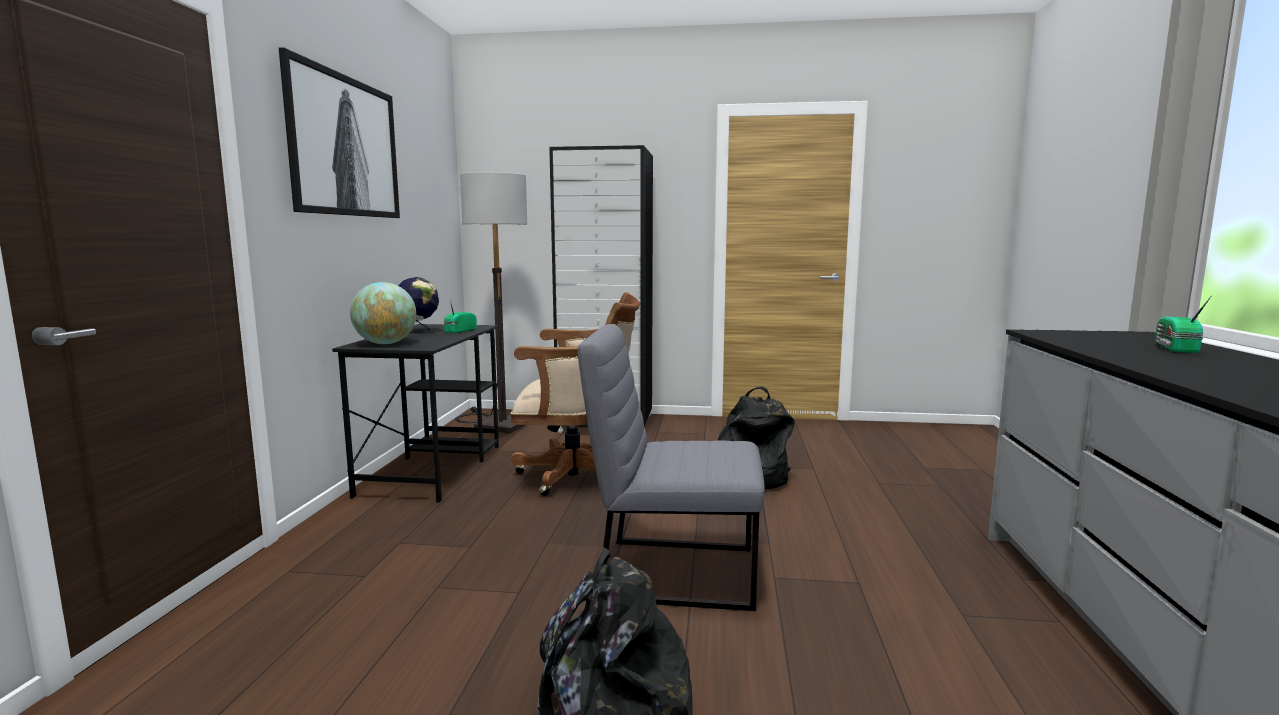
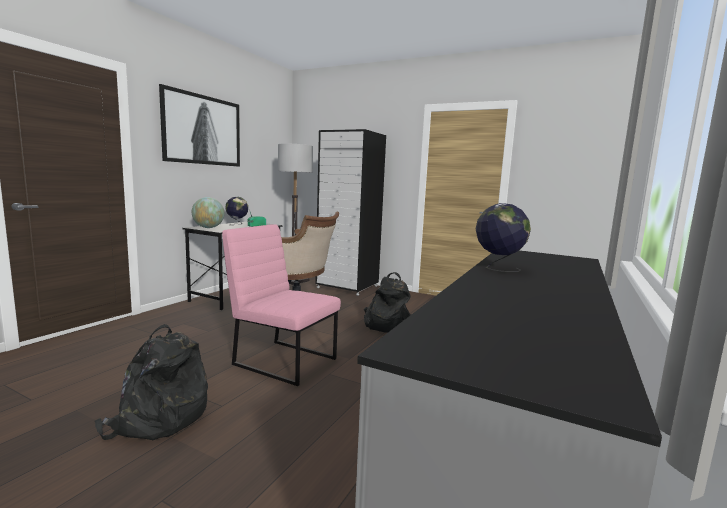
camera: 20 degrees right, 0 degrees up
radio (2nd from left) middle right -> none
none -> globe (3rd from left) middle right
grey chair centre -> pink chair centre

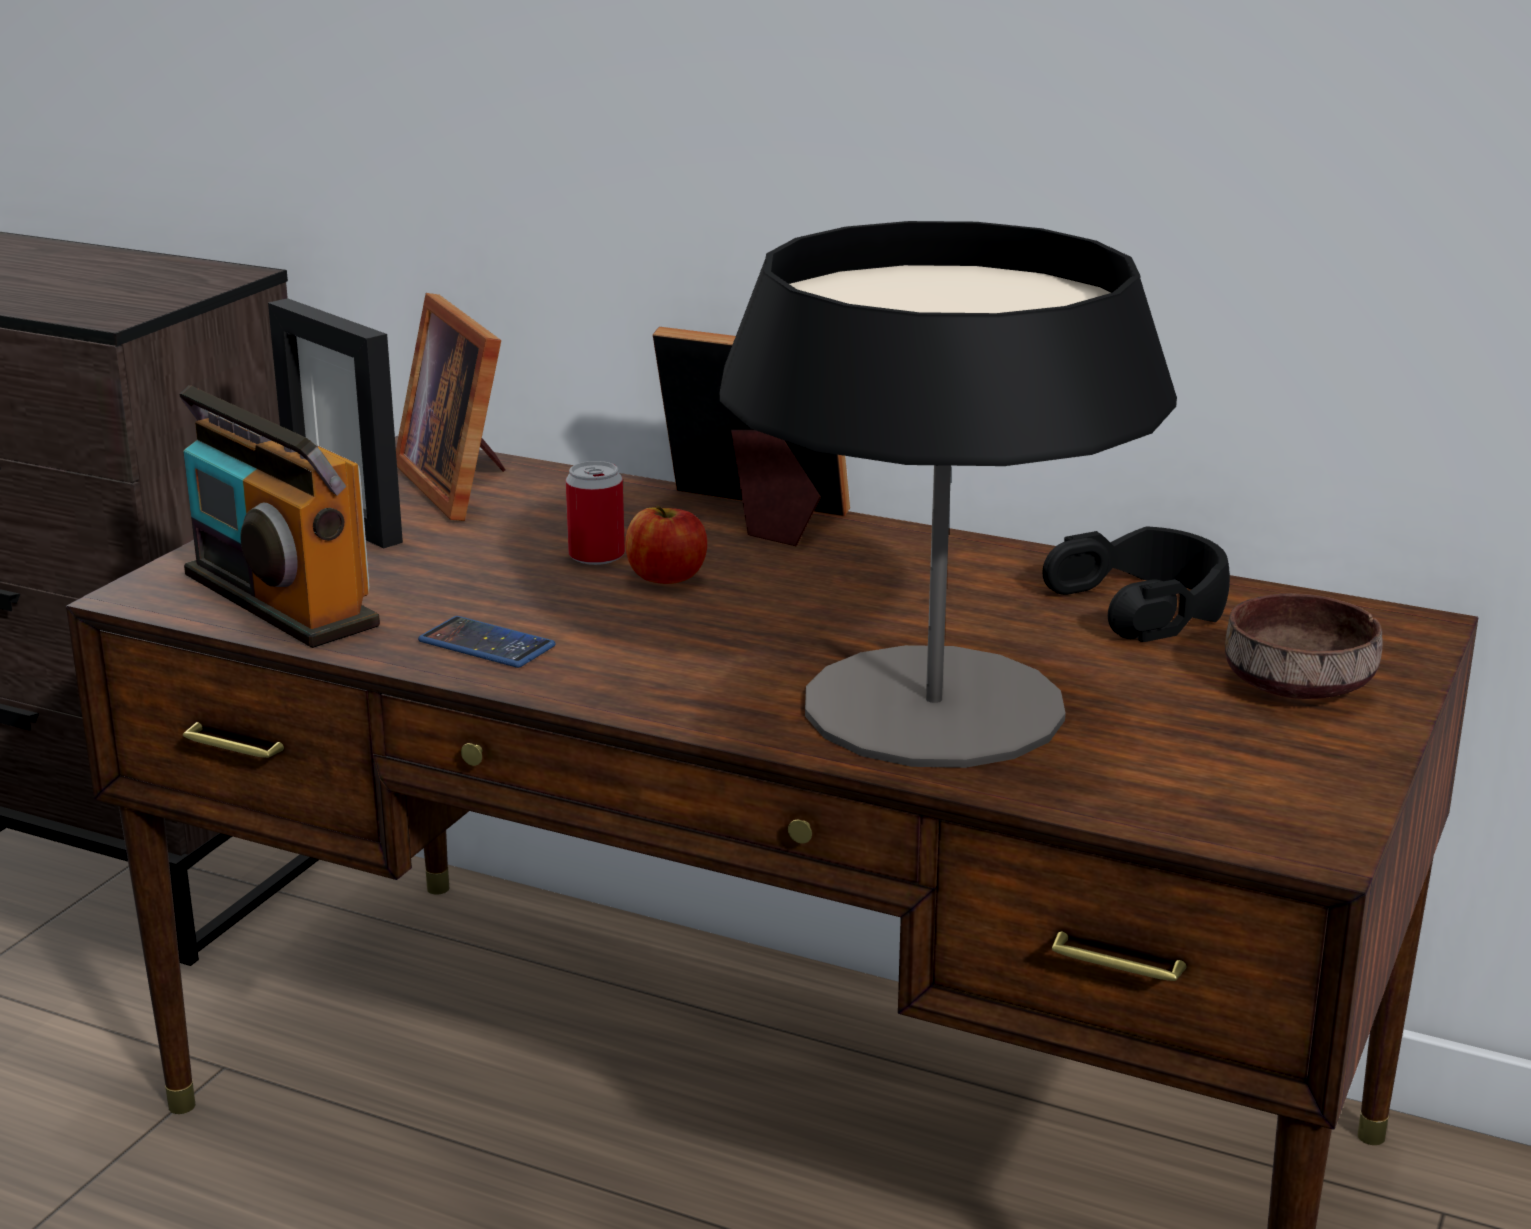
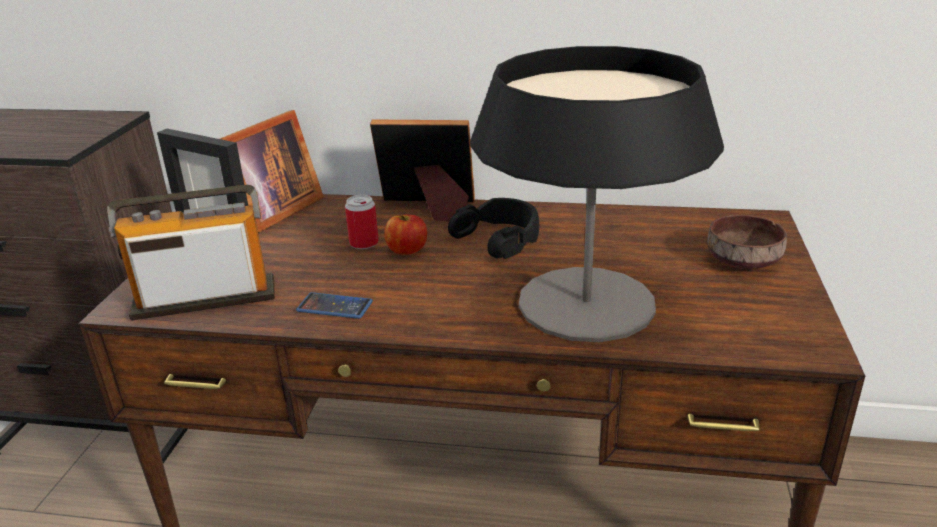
camera: 15 degrees left, 5 degrees up
black headphones middle right -> black headphones centre, move
radio middle left, 135 degrees clockwise
picture frame (2nd from left) top left, 105 degrees counterclockwise

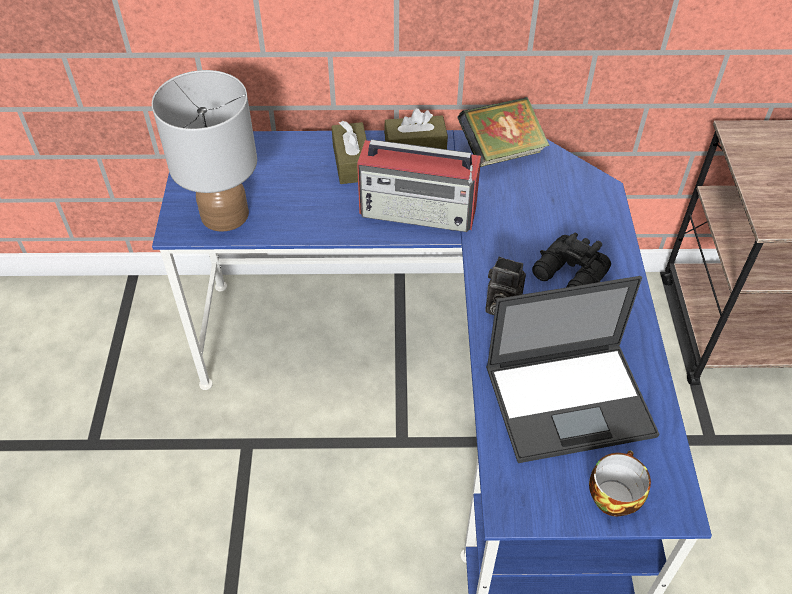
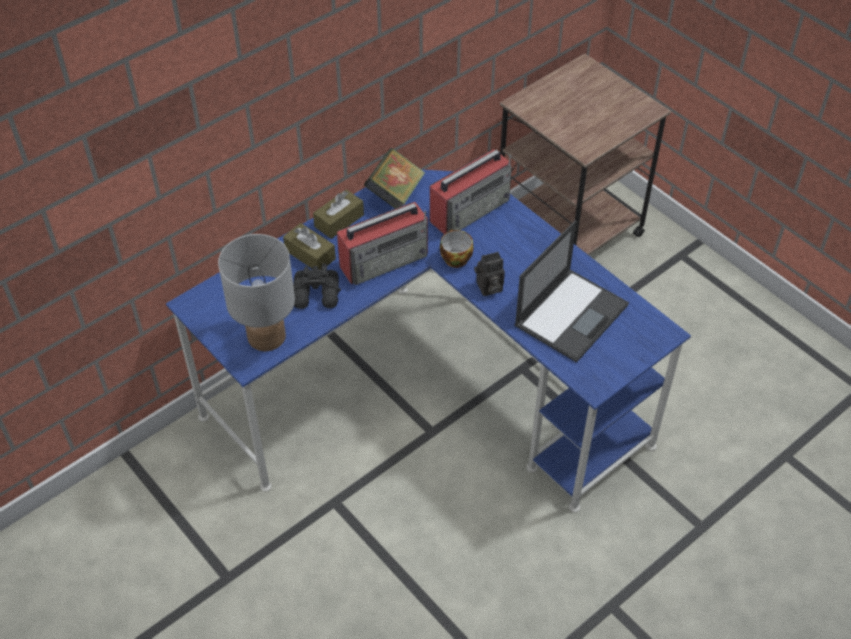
camera: 40 degrees left, 0 degrees up
none -> radio (2nd from left) top centre
black binoculars middle right -> black binoculars centre, move
cup bottom right -> cup centre, move

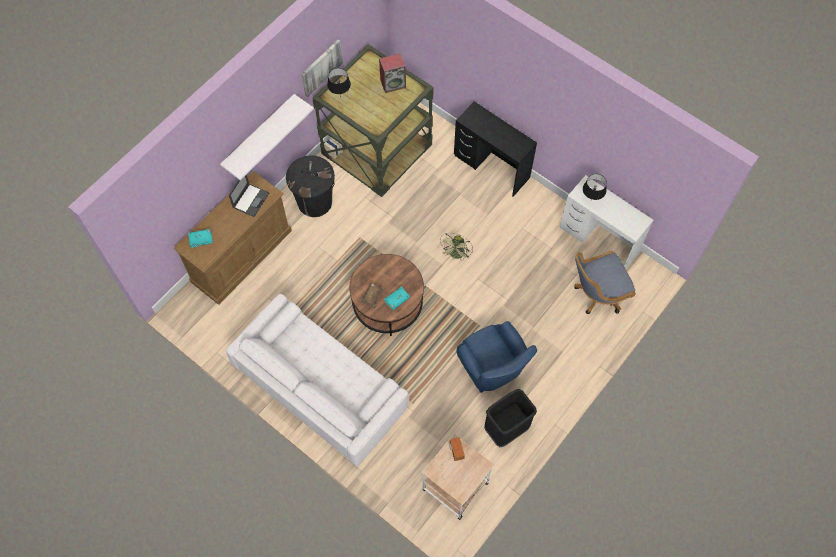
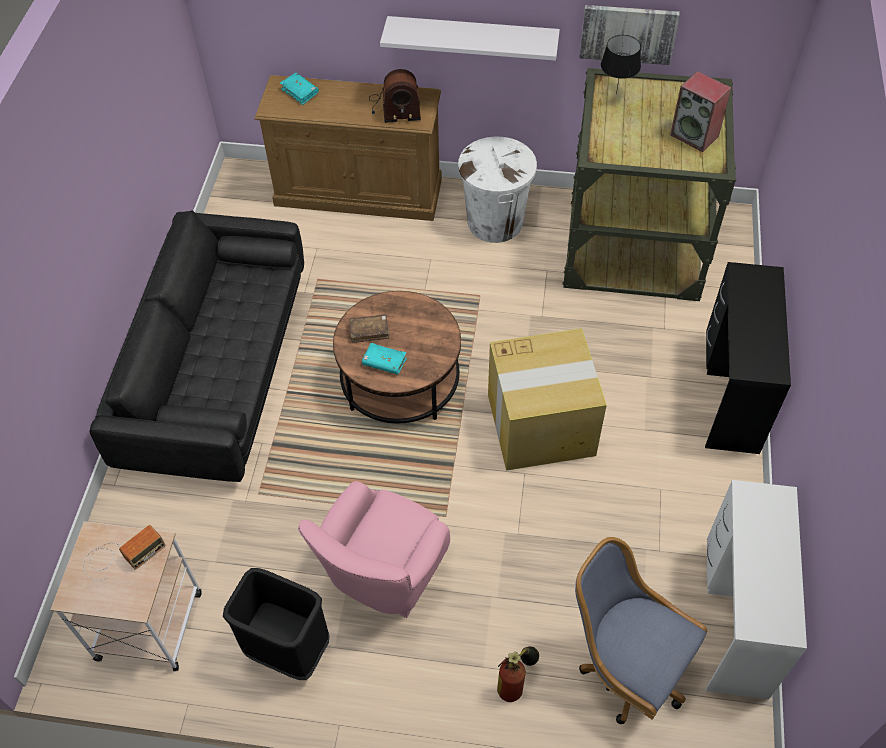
camera: 60 degrees right, 10 degrees down
black table lamp (2nd from left) middle right -> none
none -> fire extinguisher bottom centre
laptop middle left -> radio (2nd from left) top centre
green fan centre -> cardboard box centre
white sofa bottom centre -> black sofa middle left
black trash can (1st from left) centre -> white trash can top centre
blue armchair centre -> pink armchair bottom centre

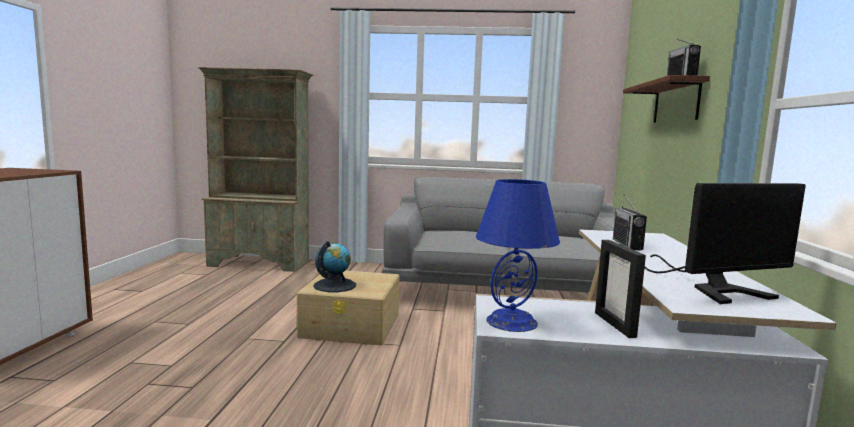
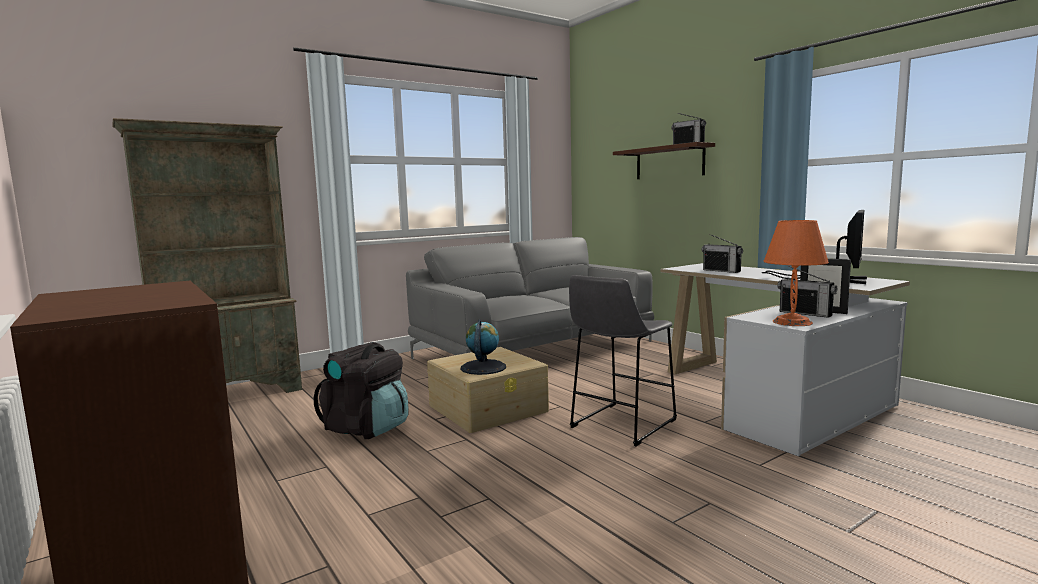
camera: 40 degrees left, 0 degrees up
none -> black backpack bottom centre
none -> grey stool centre
none -> radio (3rd from left) middle right
blue table lamp centre -> orange table lamp middle right

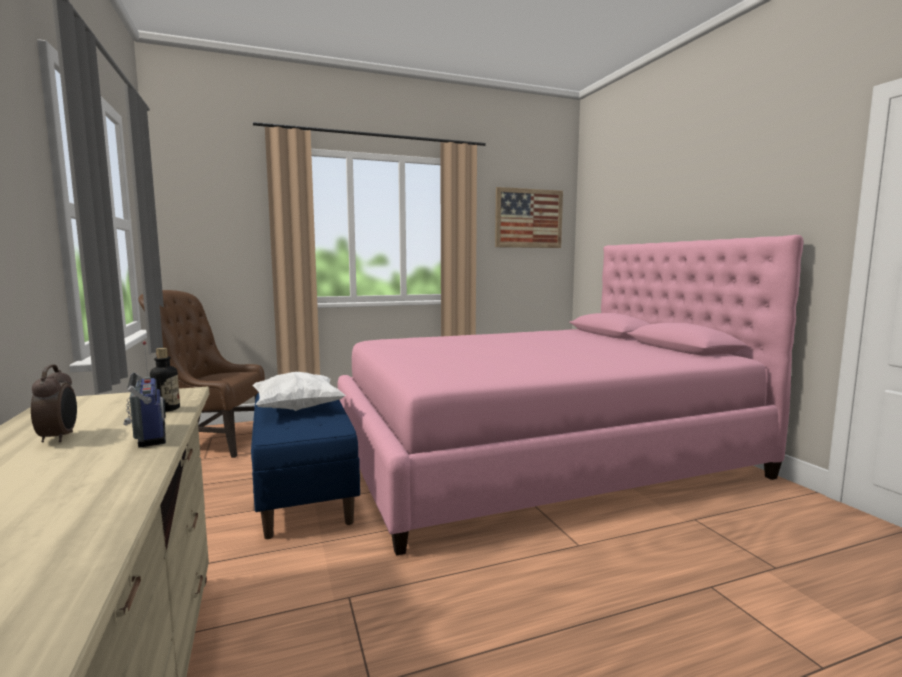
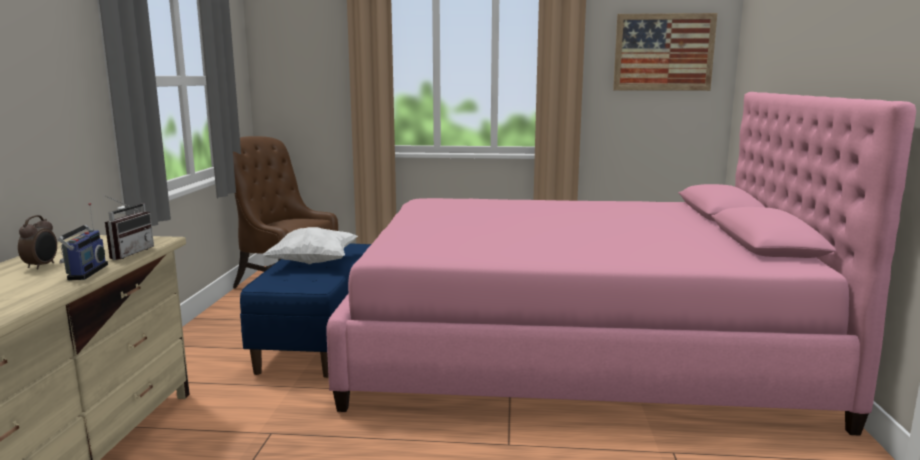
camera: 25 degrees right, 5 degrees up
bottle middle left -> radio (2nd from left) middle left

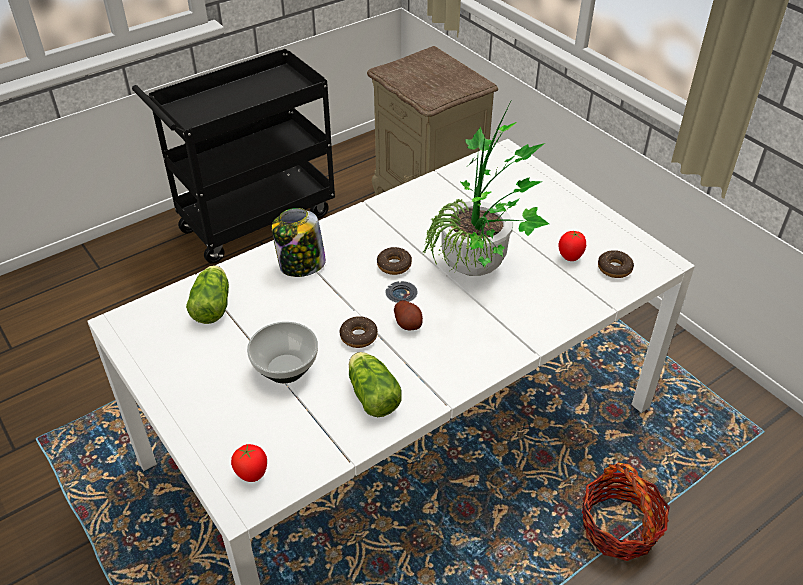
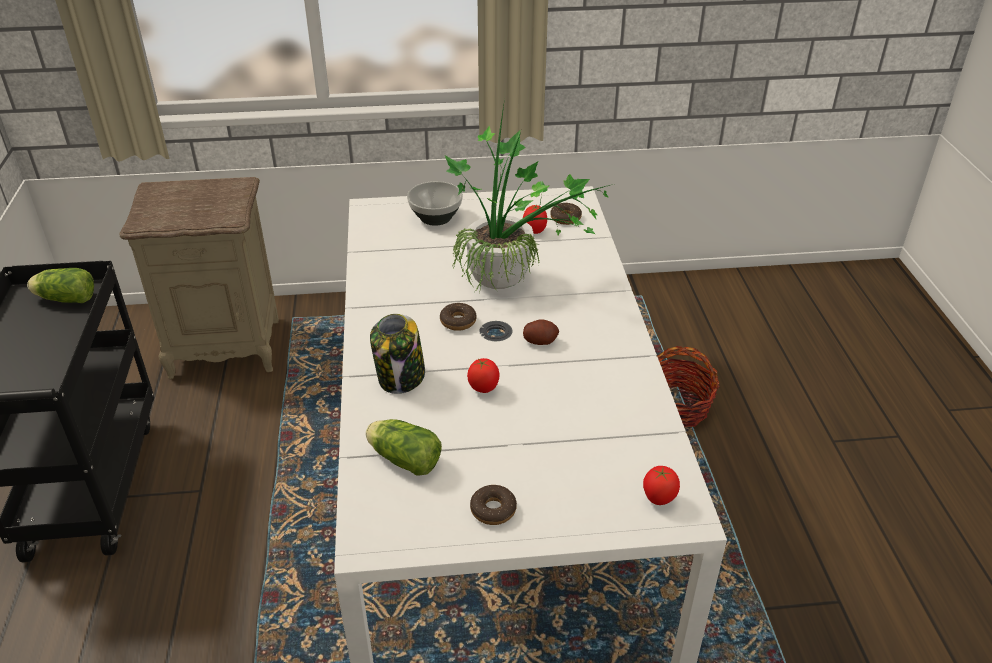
camera: 60 degrees left, 5 degrees down
none -> tomato (1st from left) centre
bowl centre -> bowl top centre, move
donut (1st from left in the first image) centre -> donut (2nd from left) bottom centre, move
lettuce (2nd from left in the first image) centre -> lettuce (1st from left) middle left, move

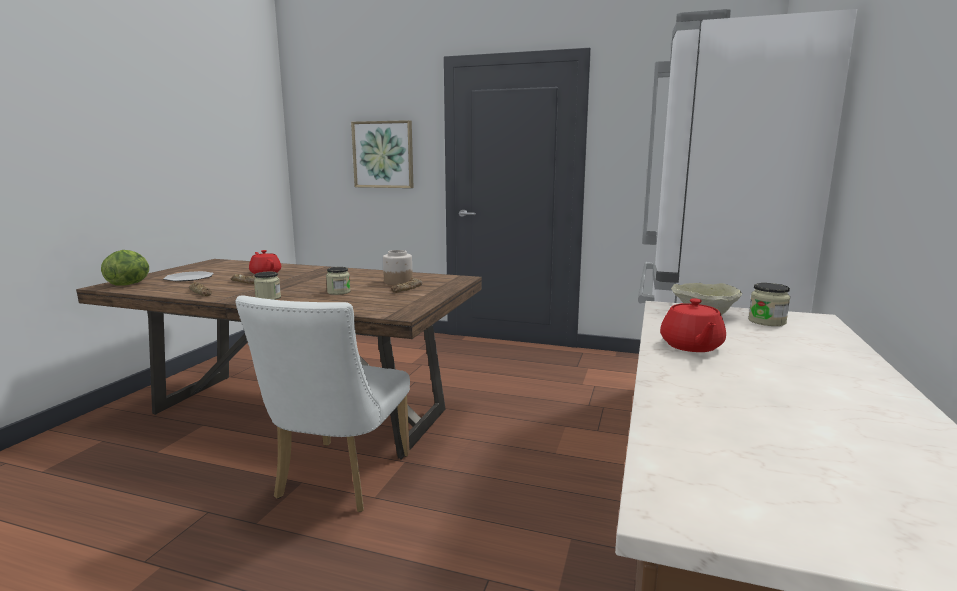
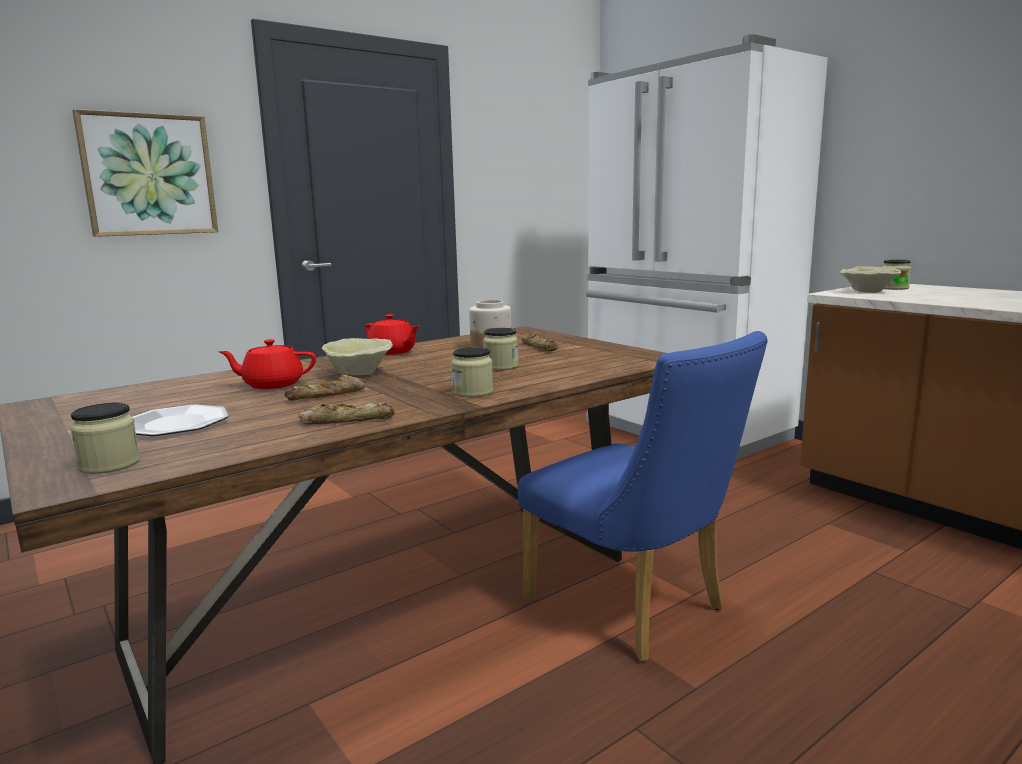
camera: 55 degrees left, 0 degrees up
none -> beige bowl (1st from left) centre
red teapot (2nd from left) middle right -> red teapot (2nd from left) centre, move
lettuce middle left -> jar (1st from left) middle left
white chair bottom centre -> blue chair centre

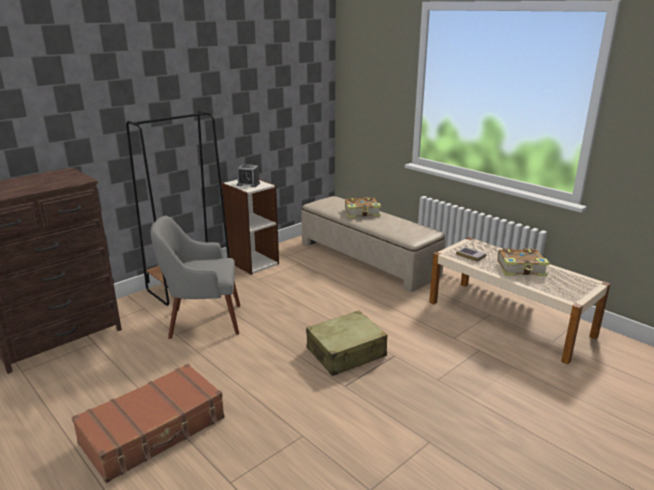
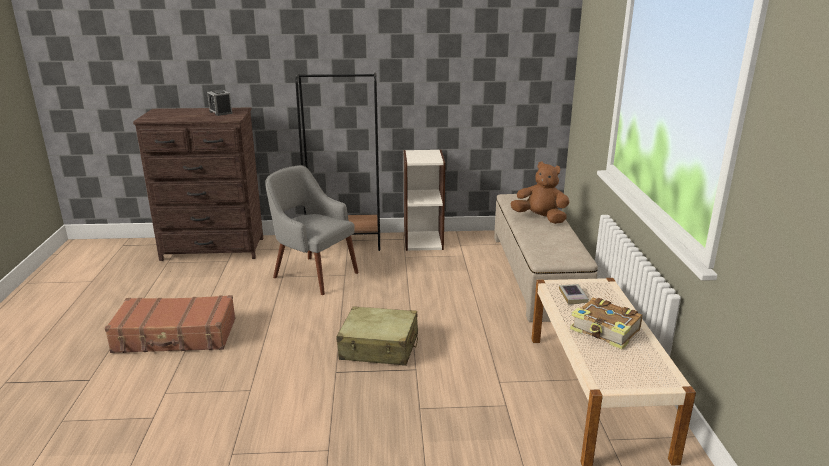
camera: 40 degrees right, 0 degrees up
alarm clock centre -> alarm clock top left, move
book (1st from left) centre -> brown plush toy centre

